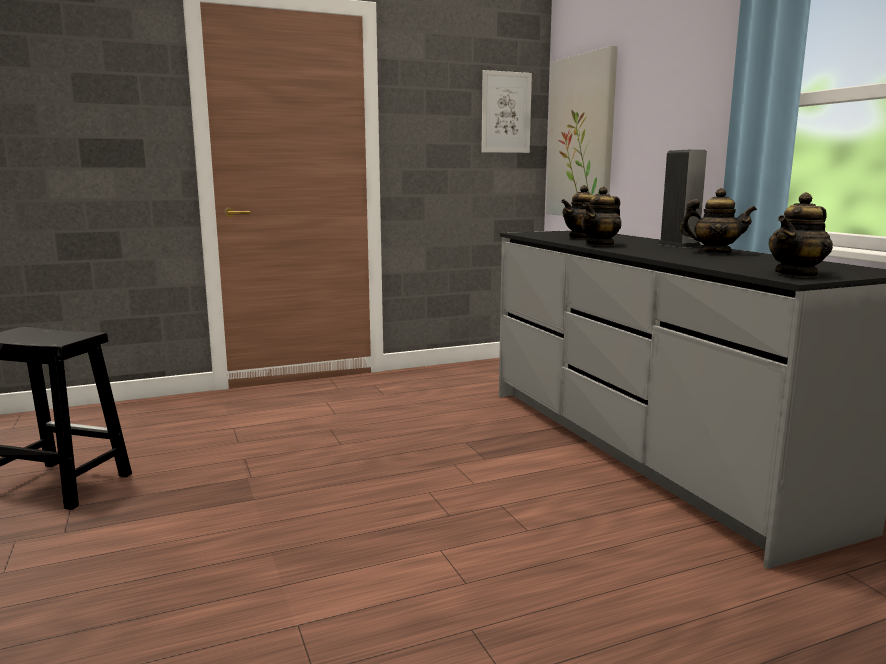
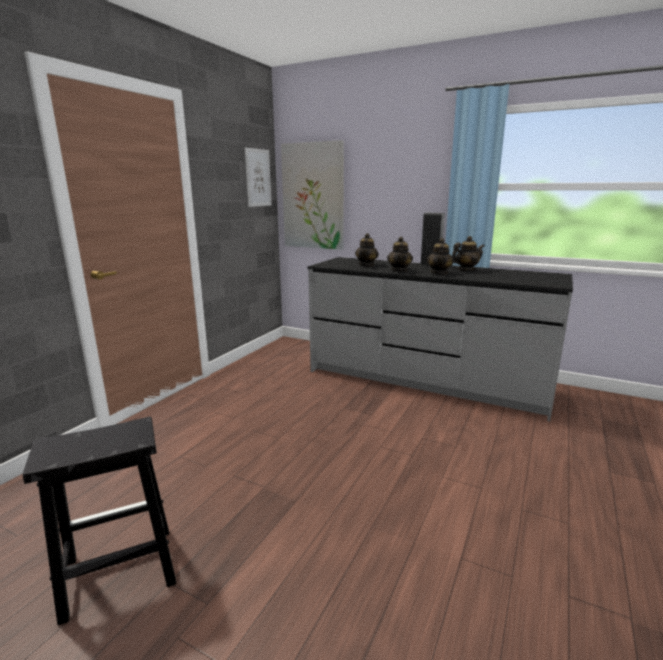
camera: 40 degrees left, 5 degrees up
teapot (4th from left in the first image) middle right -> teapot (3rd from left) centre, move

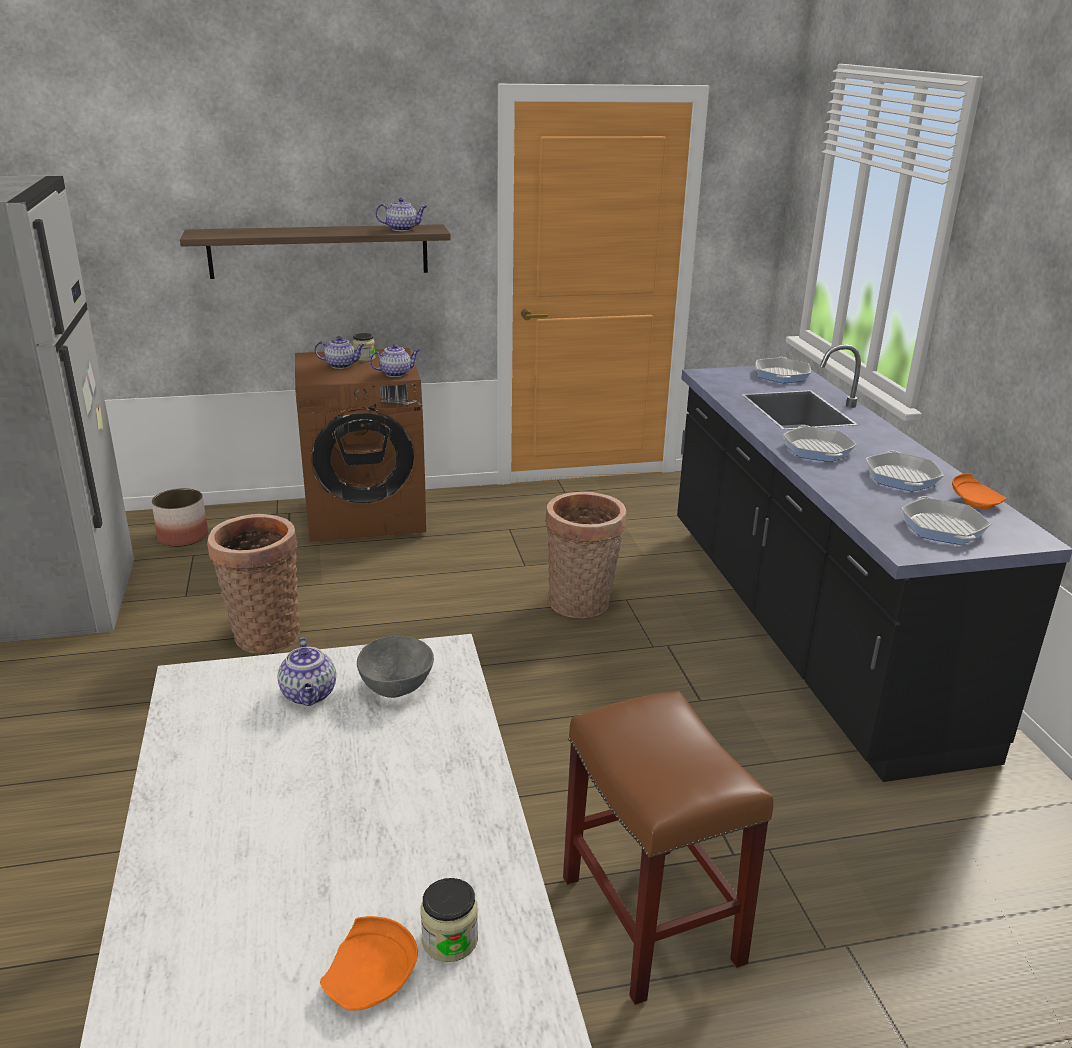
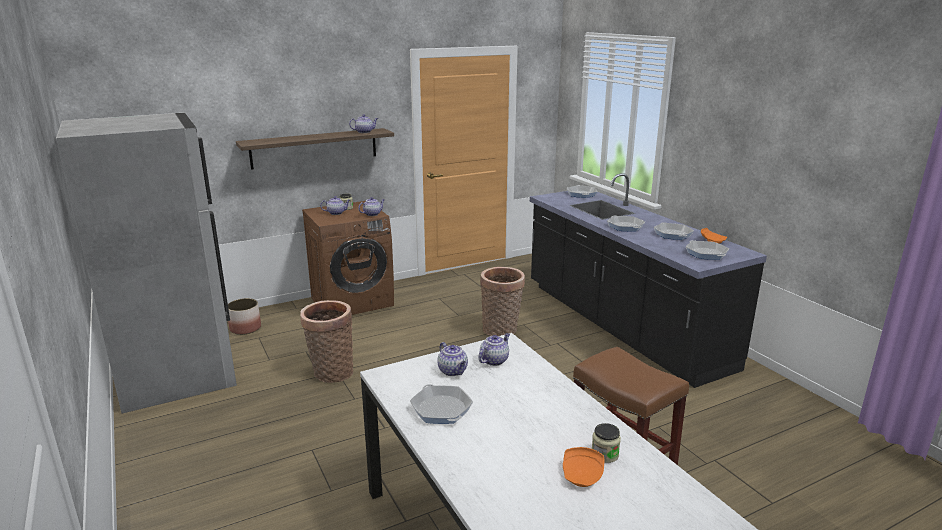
camera: 15 degrees left, 5 degrees down
none -> frying pan (1st from left) bottom centre
grey bowl centre -> teapot (5th from left) centre

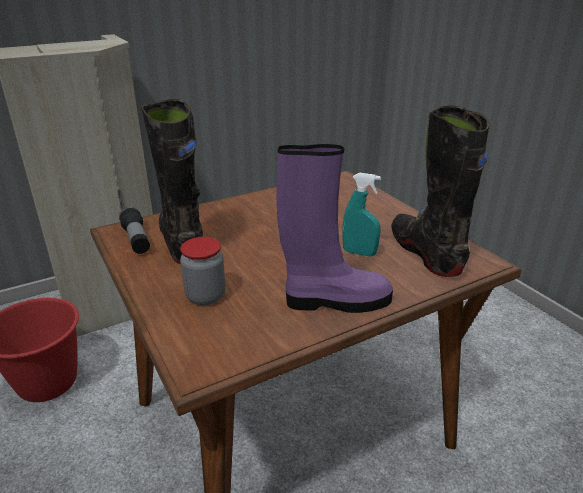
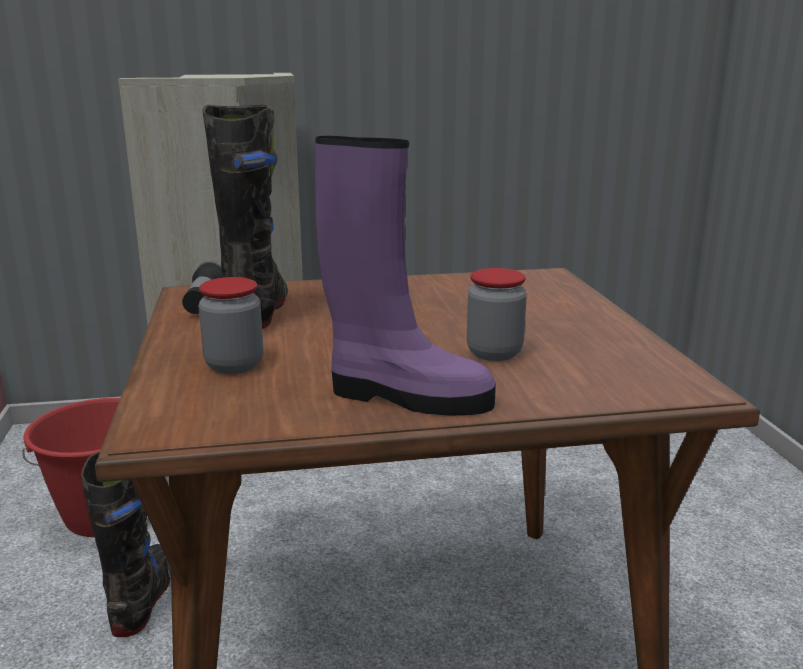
camera: 20 degrees right, 10 degrees down
black boot (2nd from left in the first image) middle right -> black boot (1st from left) bottom left, move
turquoise spray bottle centre -> jar (2nd from left) centre

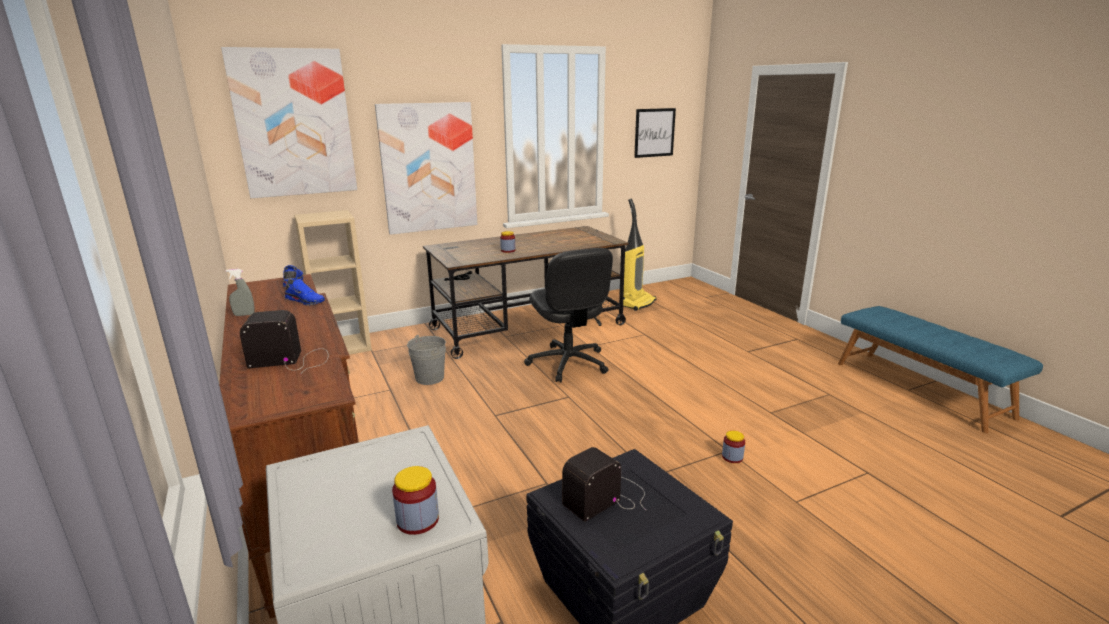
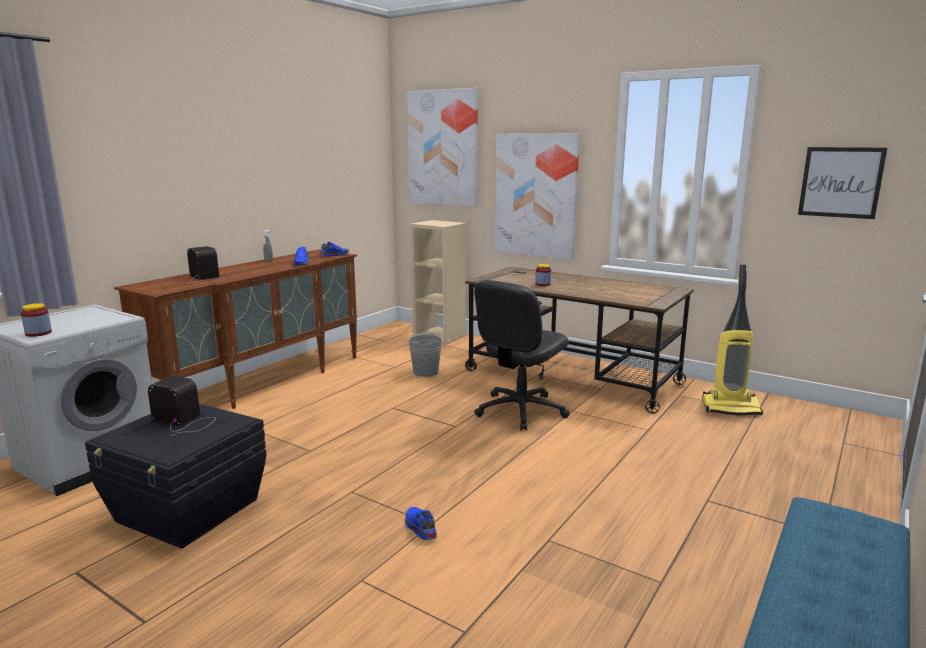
camera: 60 degrees right, 5 degrees down
jar (3rd from left) bottom centre -> blue shoe (3rd from left) bottom centre

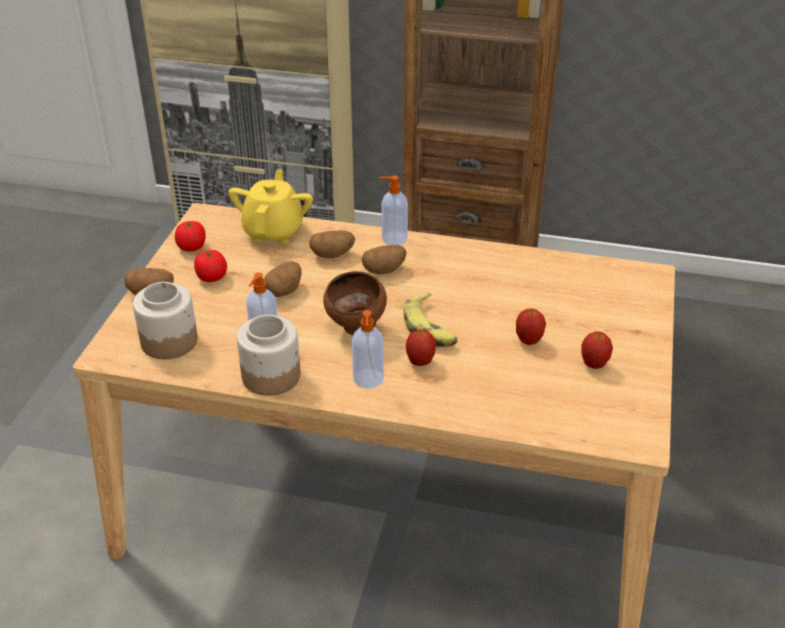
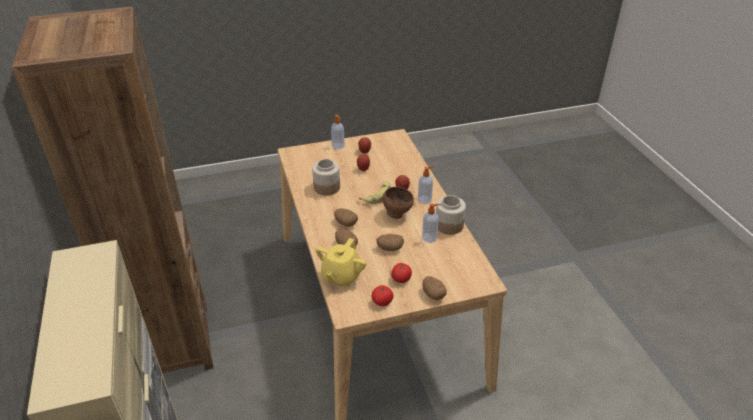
camera: 120 degrees left, 0 degrees up
jar (1st from left) middle left -> jar (1st from left) centre, move
soap dispenser (3rd from left in the first image) centre -> soap dispenser (1st from left) top centre, move
yellow teapot top centre -> yellow teapot centre, 45 degrees counterclockwise

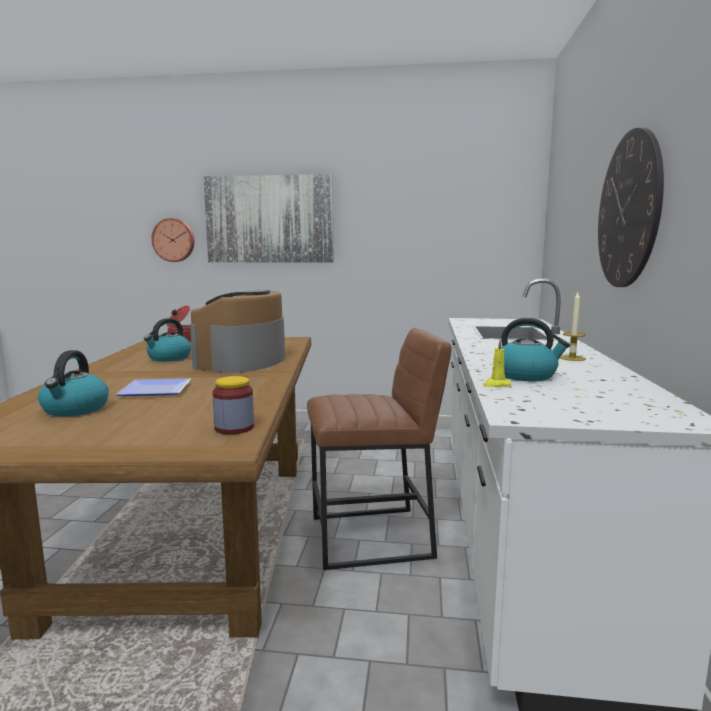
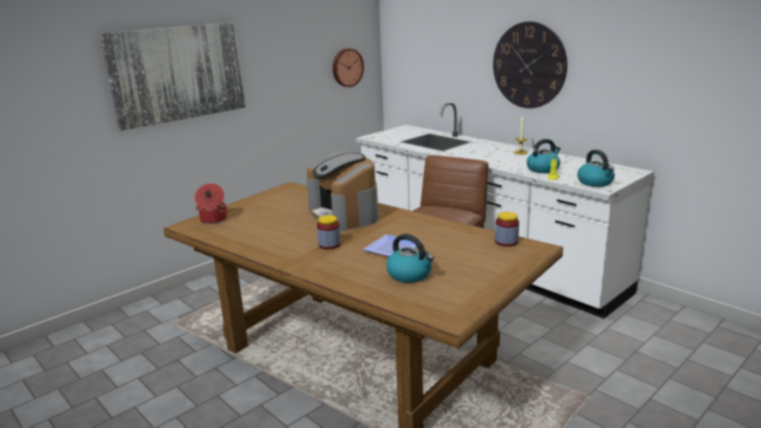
camera: 50 degrees left, 10 degrees up
none -> jar (1st from left) centre
kettle (2nd from left in the first image) middle left -> kettle (3rd from left) middle right, move
wall clock (1st from left) middle left -> wall clock (1st from left) top centre, move

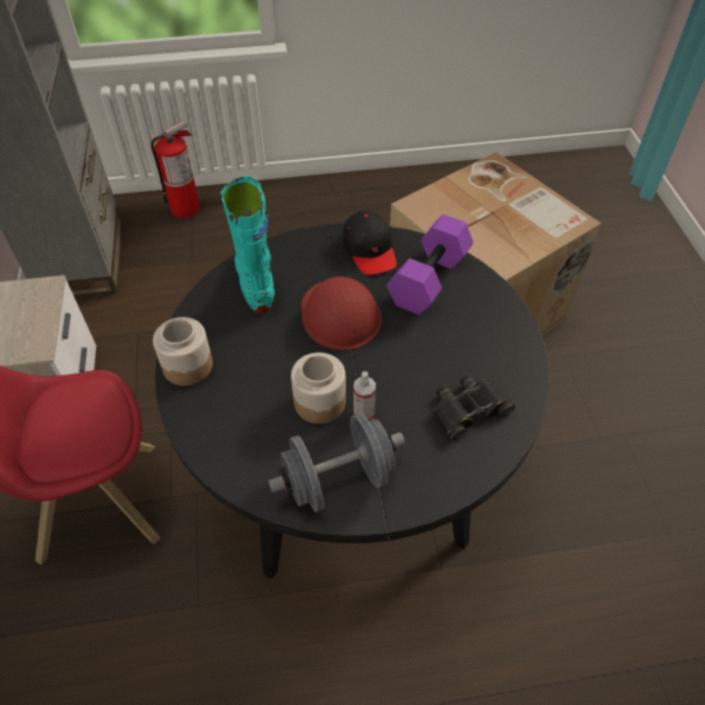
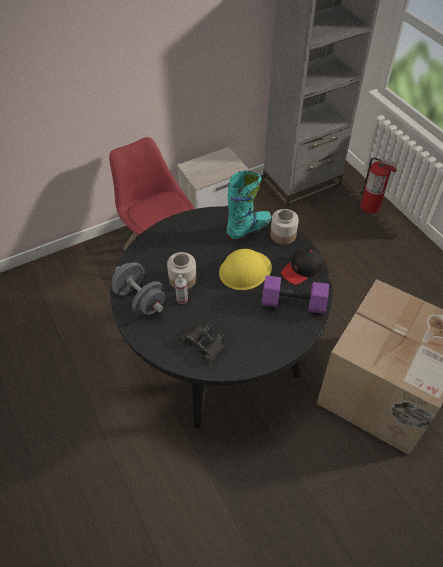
camera: 70 degrees right, 0 degrees up
jar (1st from left in the first image) middle left -> jar (2nd from left) centre, move
red hard hat centre -> yellow hard hat centre

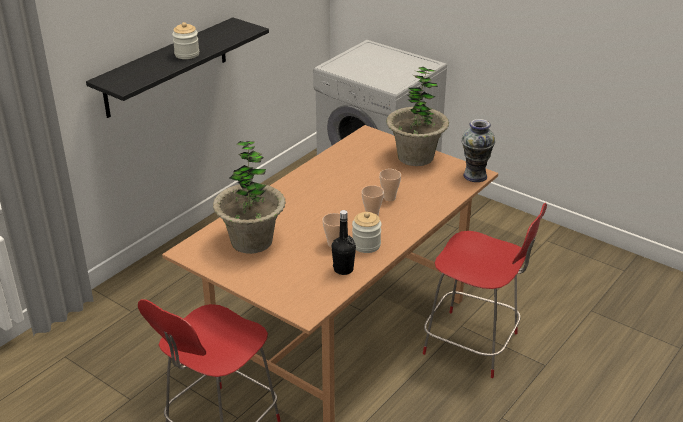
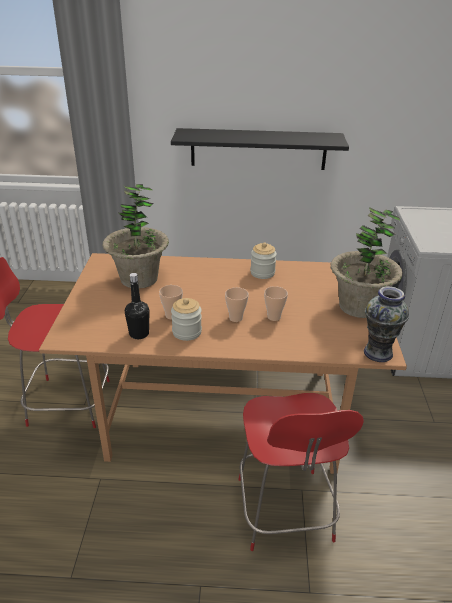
camera: 55 degrees right, 0 degrees up
jar (1st from left in the first image) top left -> jar (2nd from left) centre, move

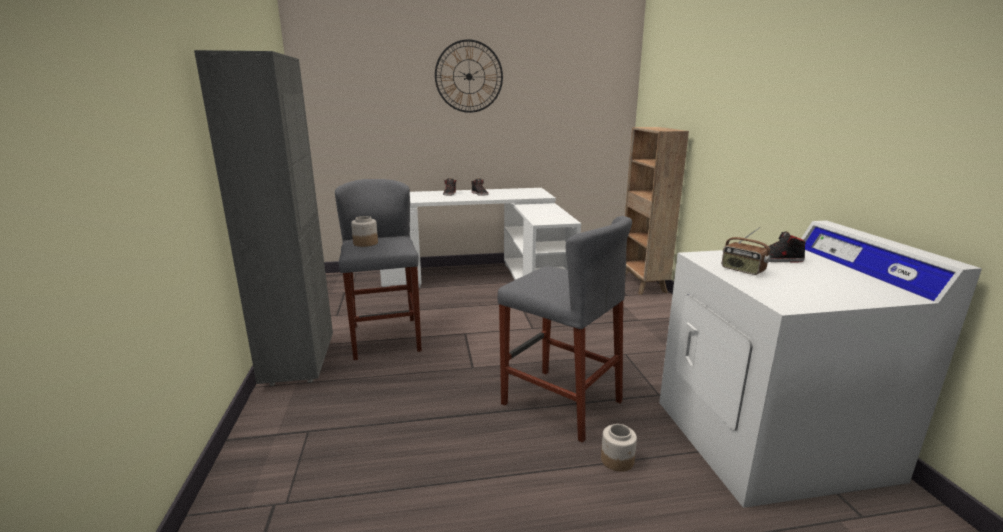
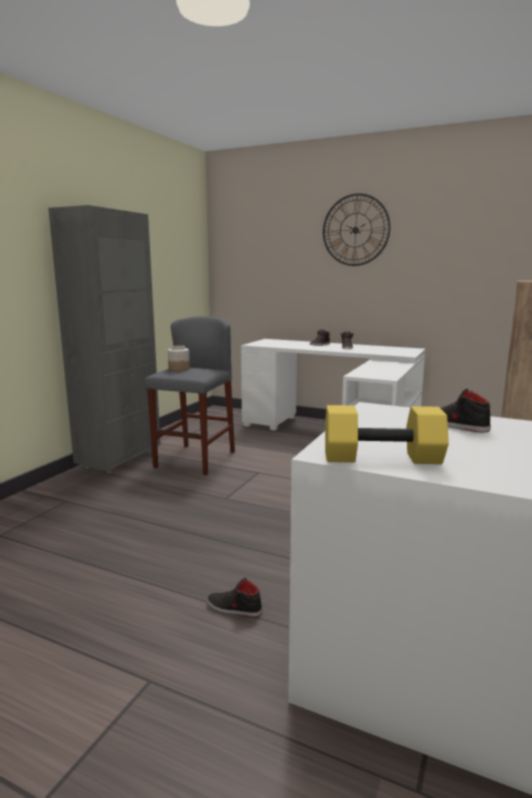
camera: 35 degrees right, 5 degrees down
grey stool (2nd from left) centre -> none
radio middle right -> none
none -> yellow dumbbell middle right
jar (2nd from left) bottom centre -> black shoe (1st from left) bottom centre

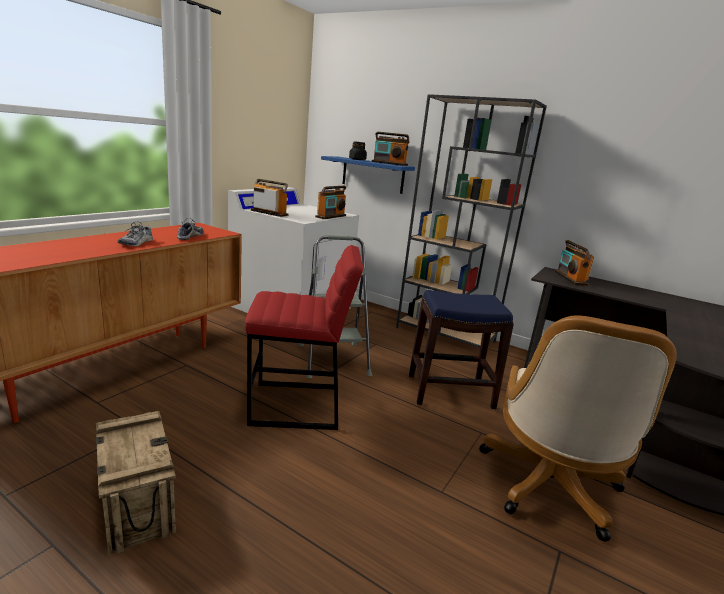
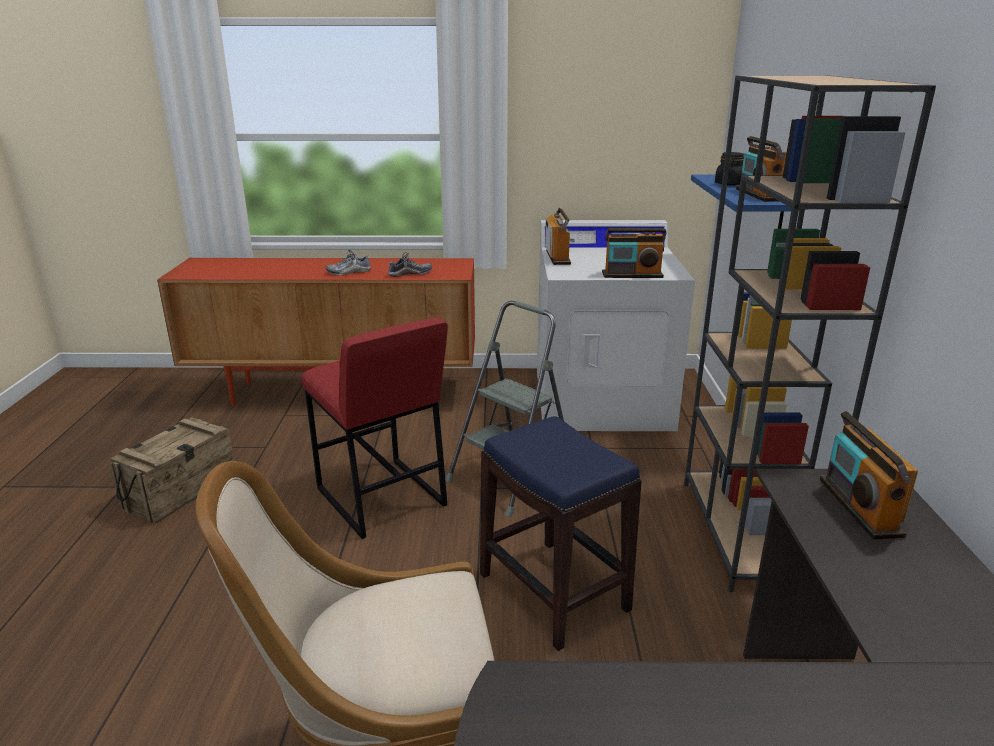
camera: 60 degrees right, 5 degrees up
radio (4th from left) middle right, 60 degrees counterclockwise

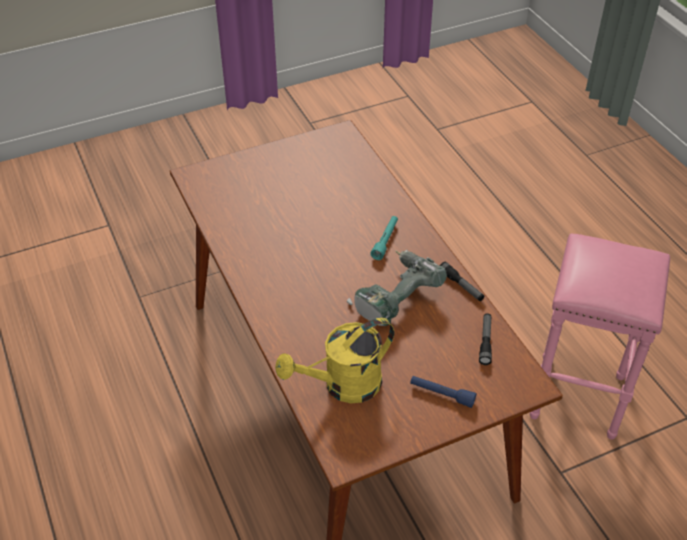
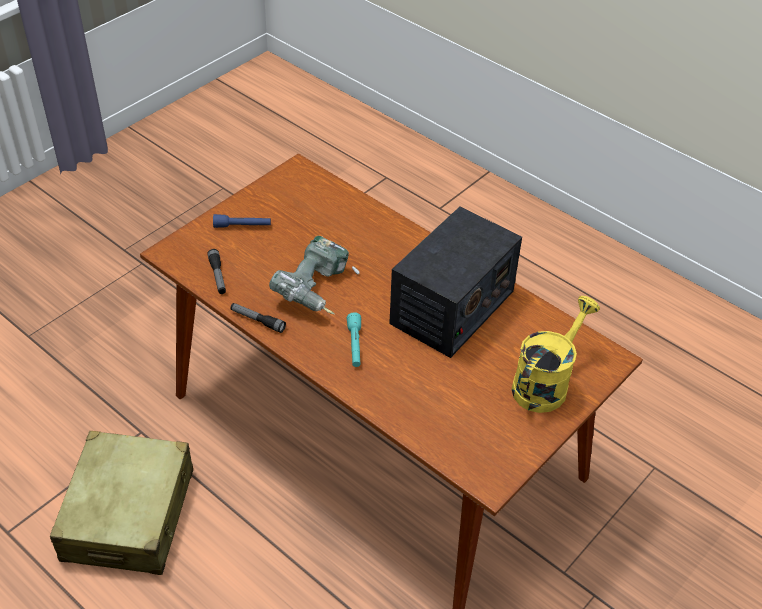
camera: 155 degrees right, 0 degrees up
none -> radio centre
yellow watering can bottom centre -> yellow watering can middle right, move
pink stool middle right -> beige suitcase bottom left

